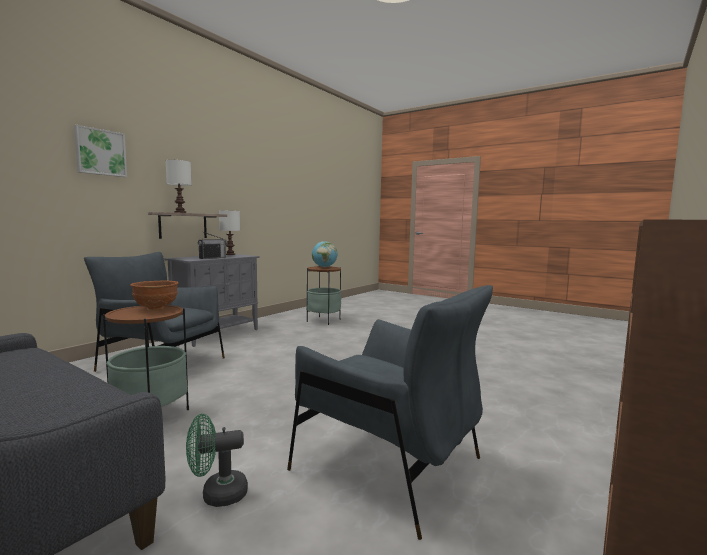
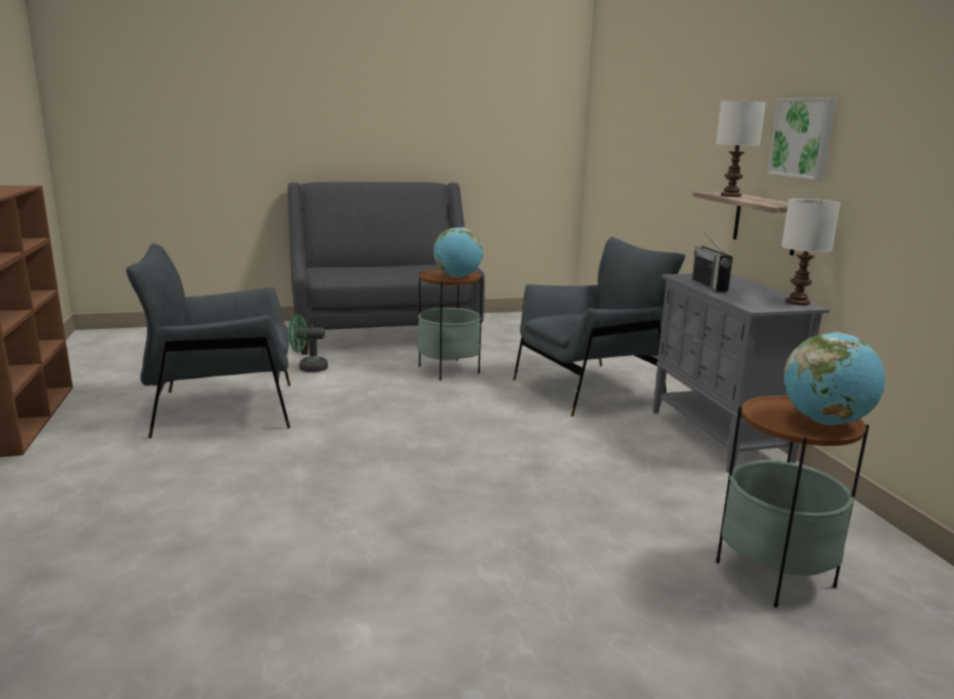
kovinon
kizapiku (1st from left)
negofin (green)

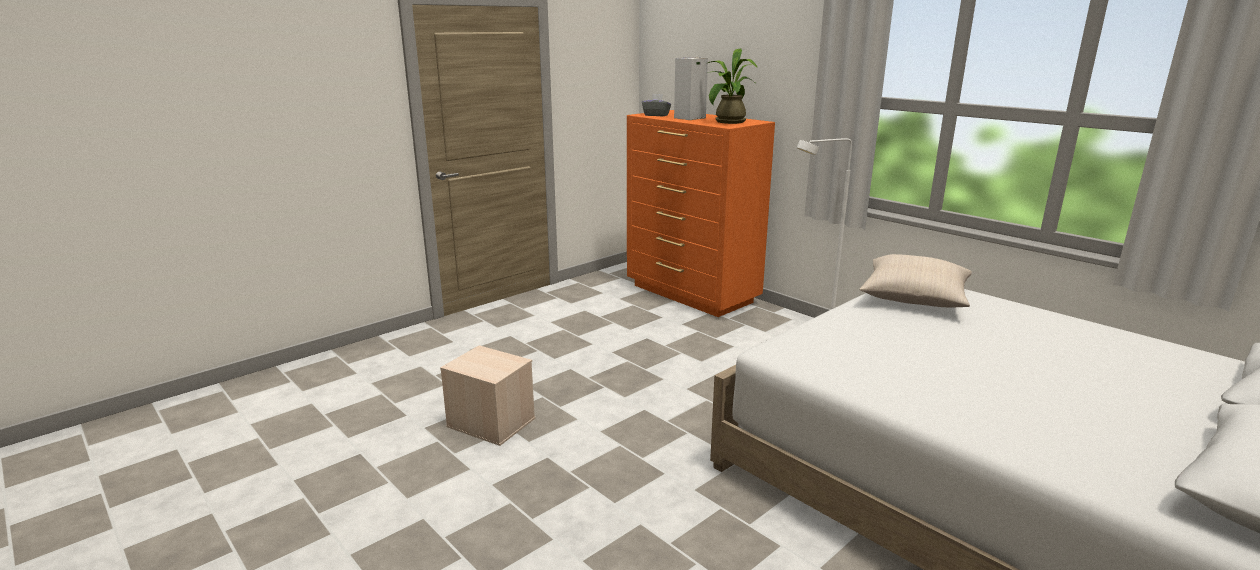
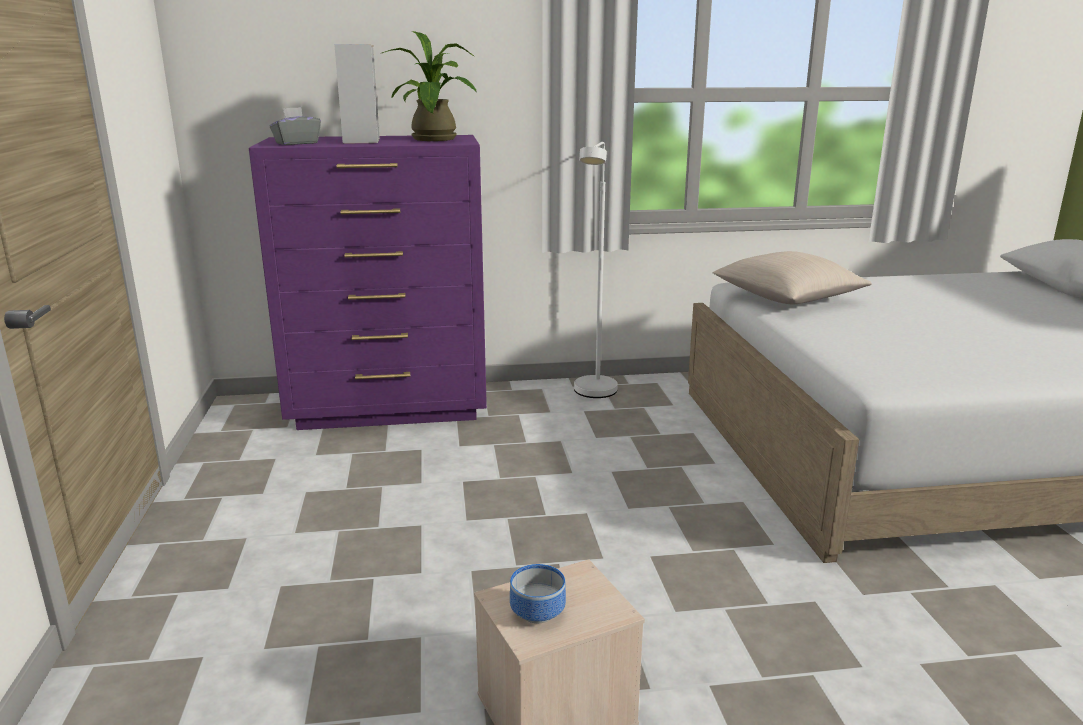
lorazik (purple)
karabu

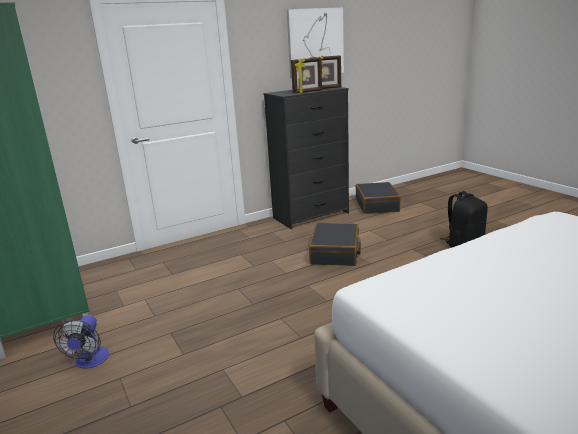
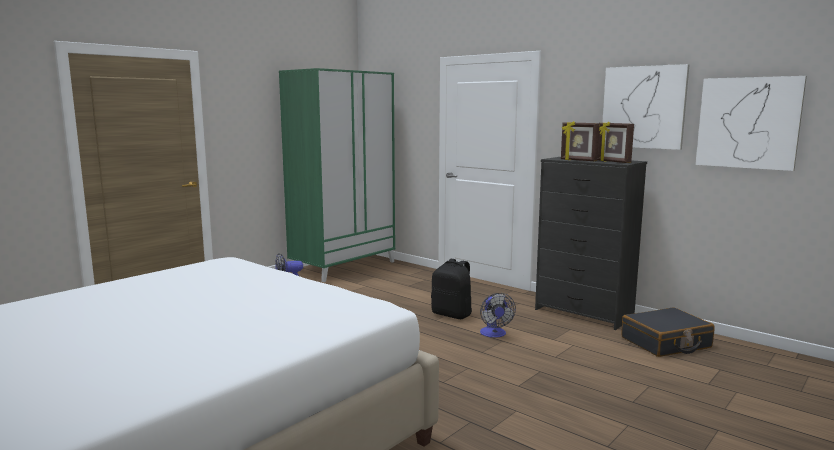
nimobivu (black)
negofin (2nd from left)
kovinon (2nd from left)

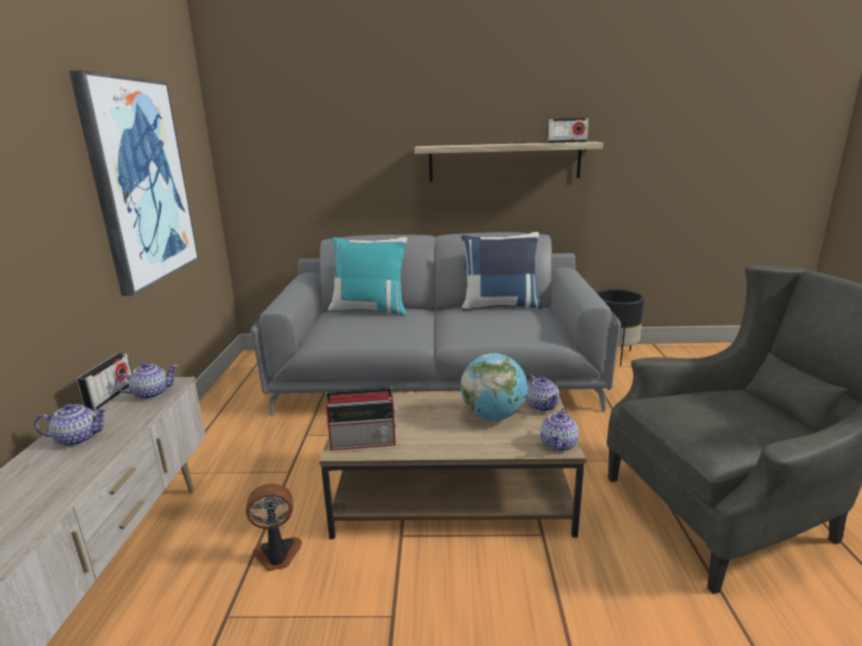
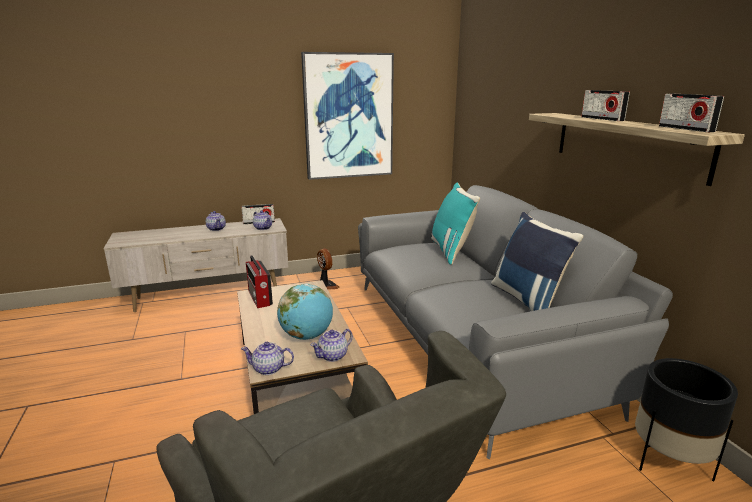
negofin
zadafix (3rd from left)

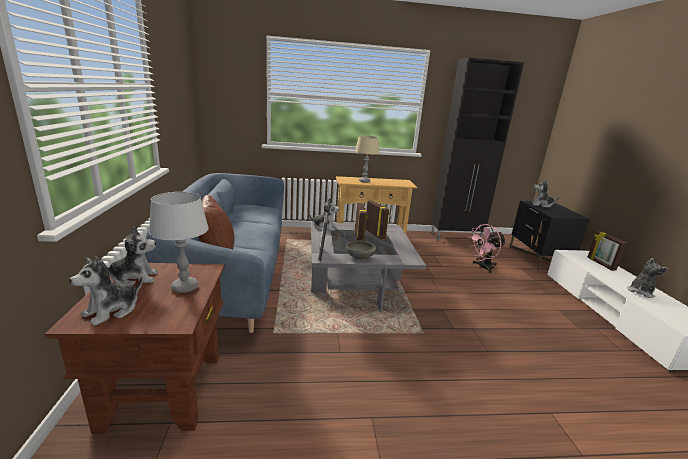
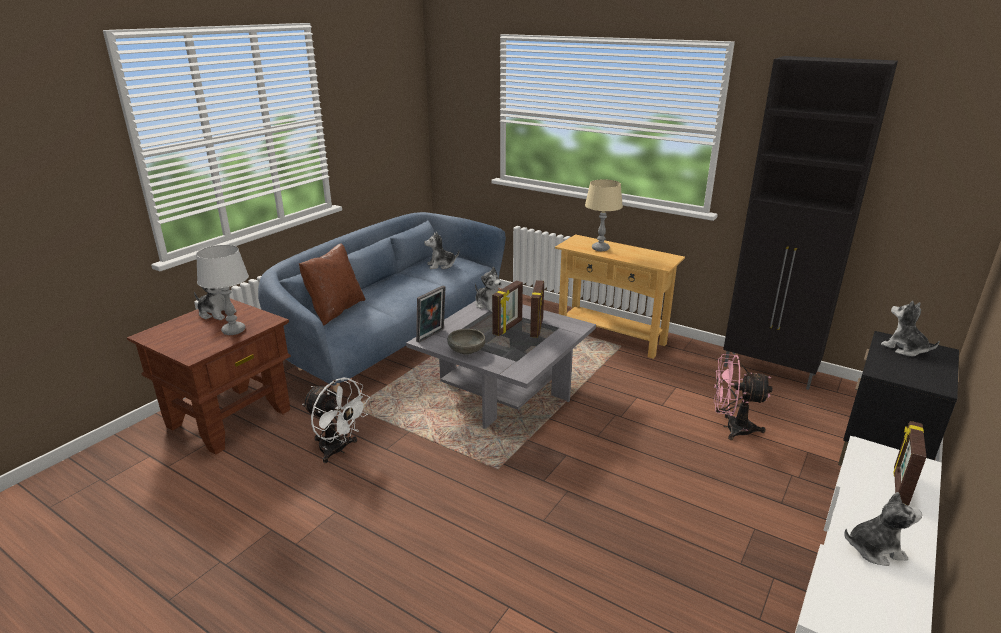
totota (2nd from left)
negofin (white)

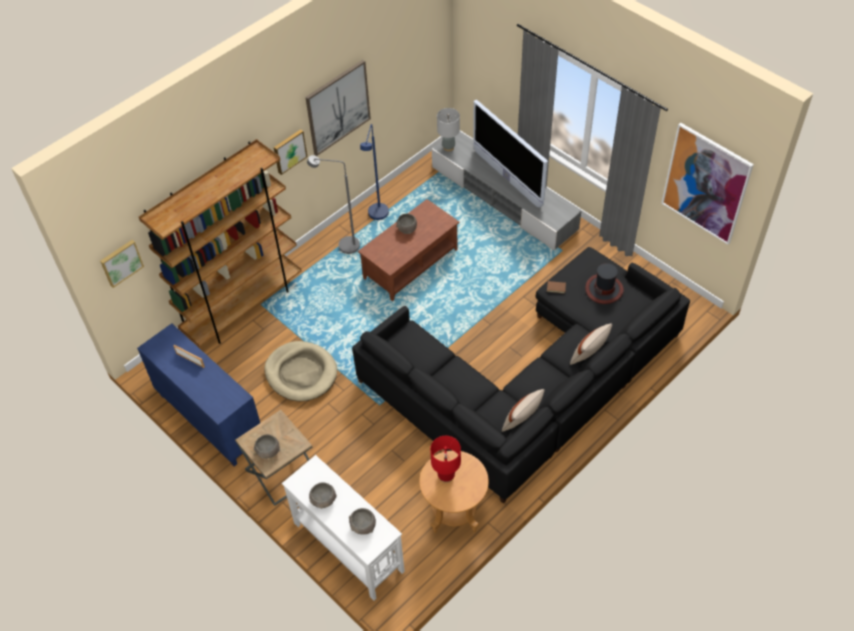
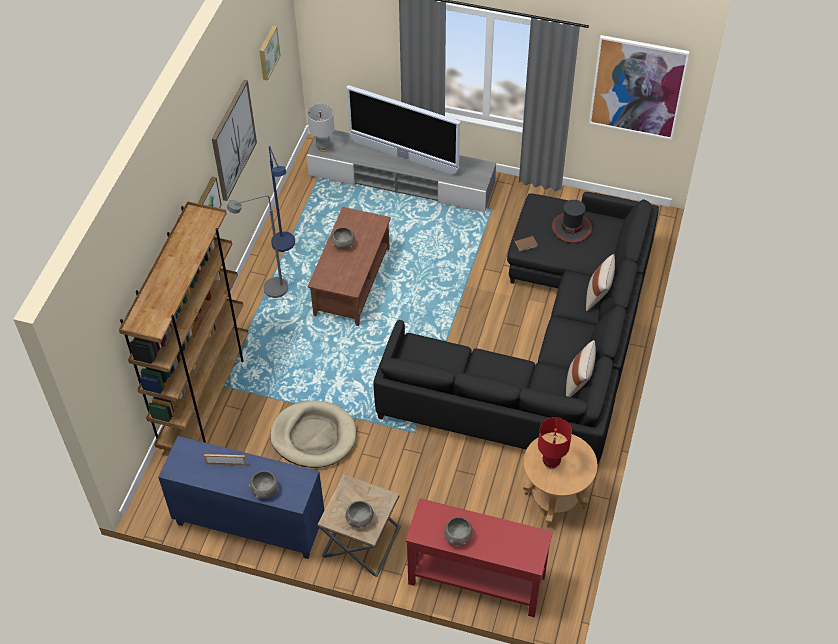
kovinon (3rd from left)
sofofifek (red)
karabu (grey) (1st from left)

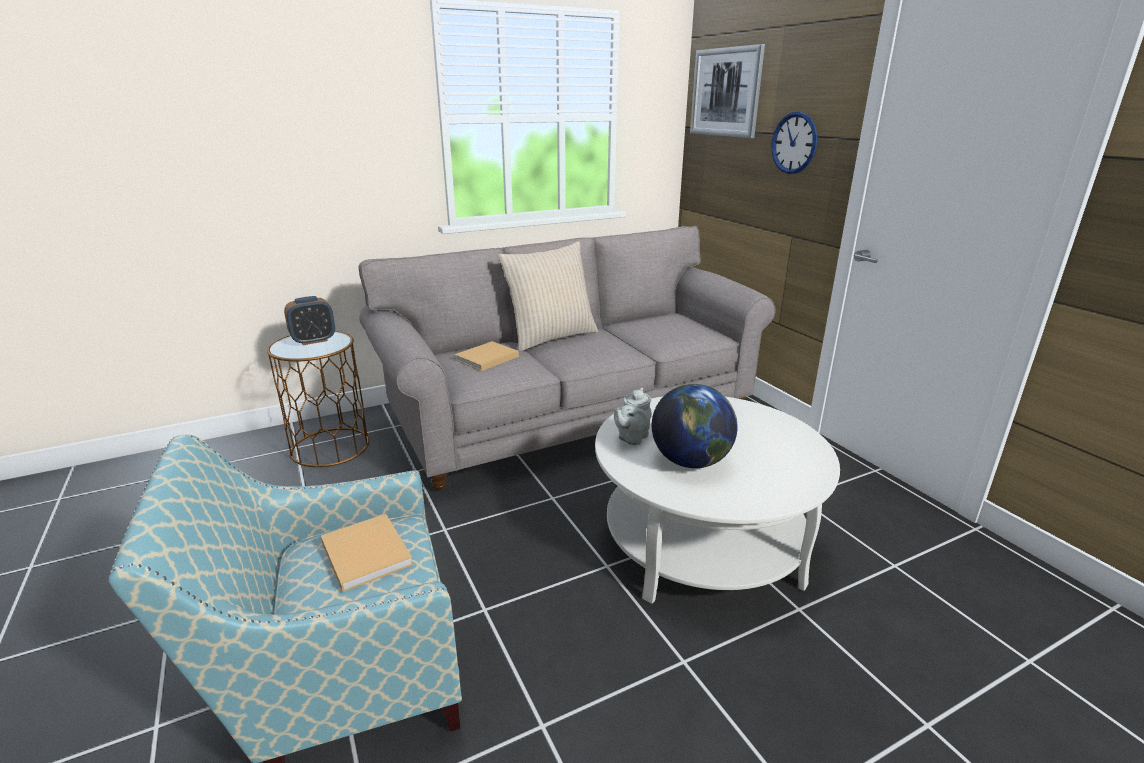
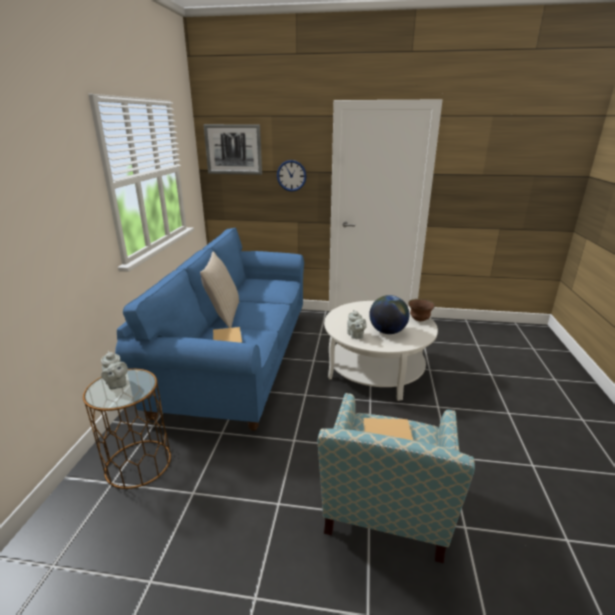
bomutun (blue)
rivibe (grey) (1st from left)
karabu (brown)

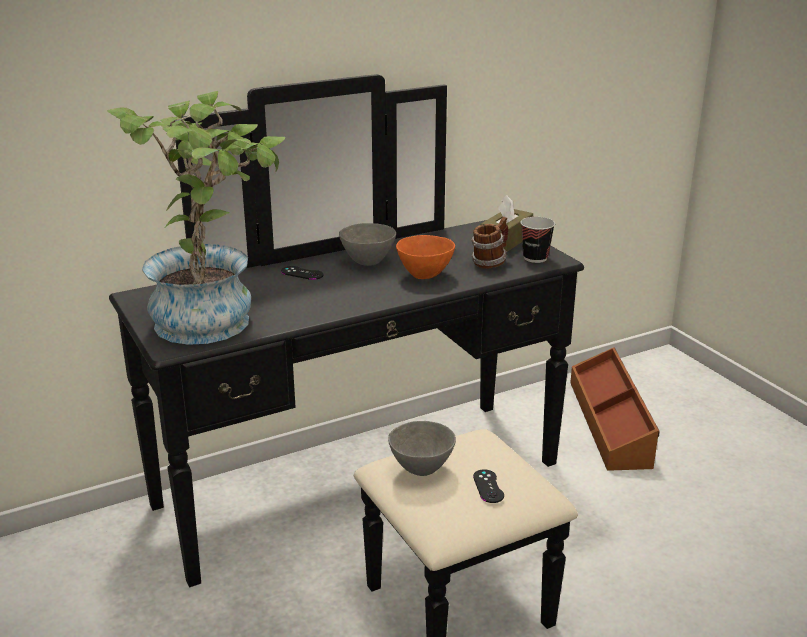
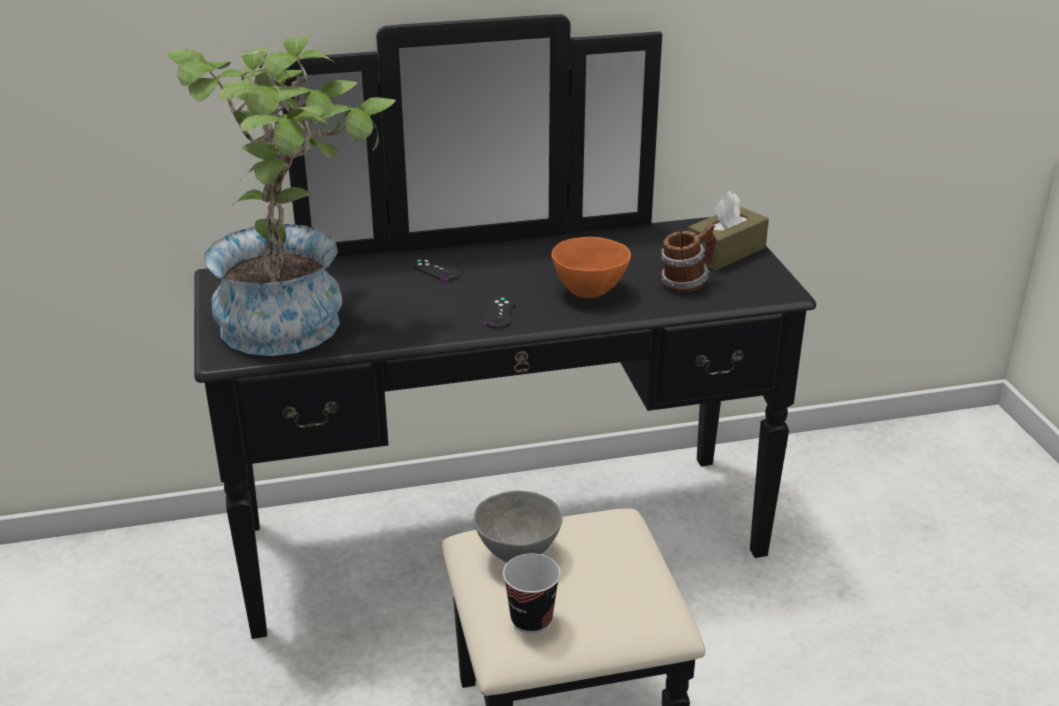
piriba
karabu (grey) (1st from left in the first image)
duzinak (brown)
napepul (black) (2nd from left)

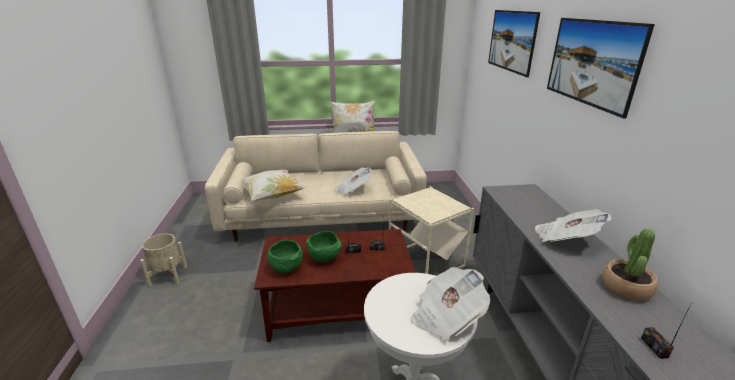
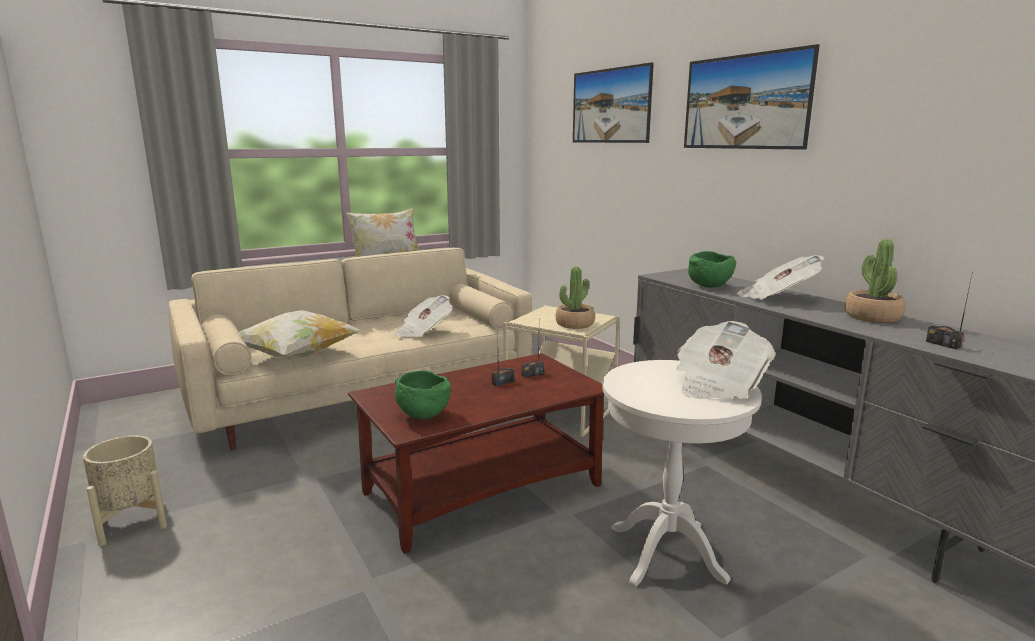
karabu (green) (2nd from left)
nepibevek (1st from left)

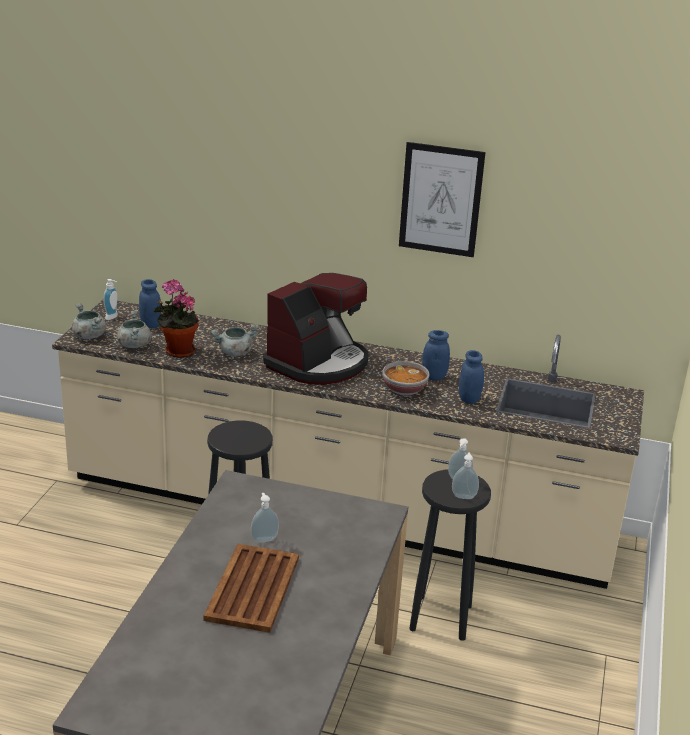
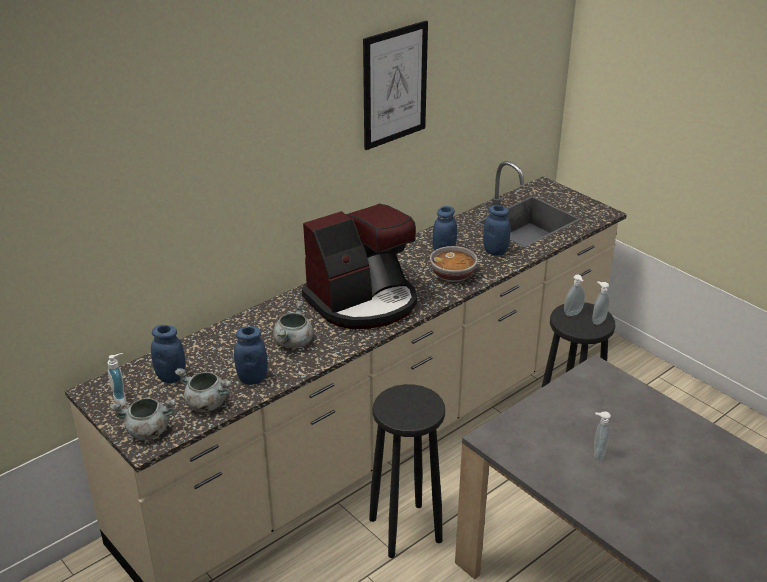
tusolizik
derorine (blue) (2nd from left)
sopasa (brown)

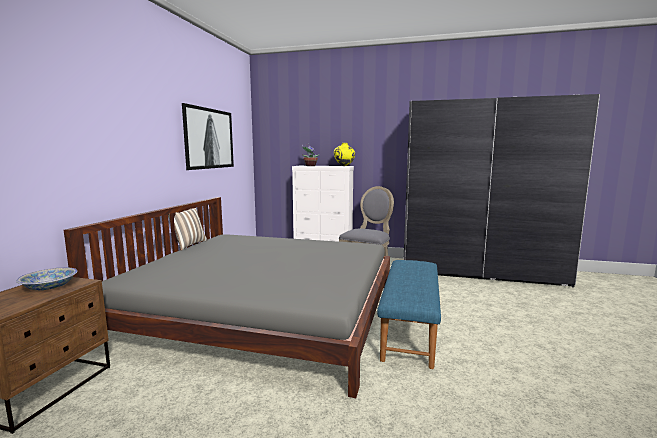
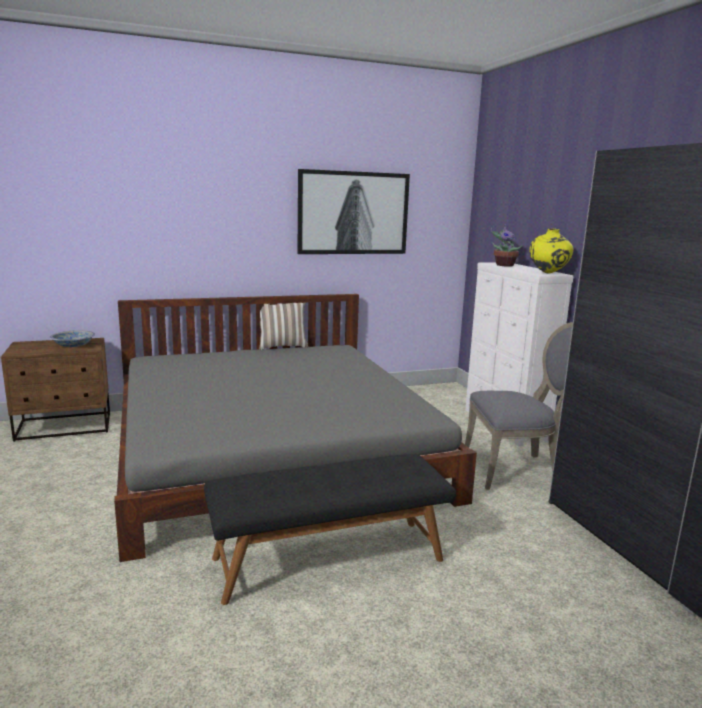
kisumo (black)

